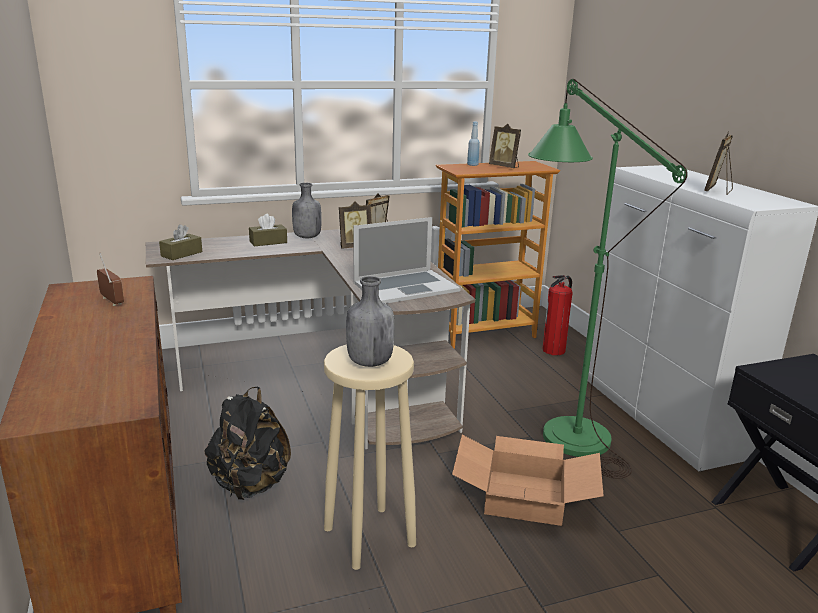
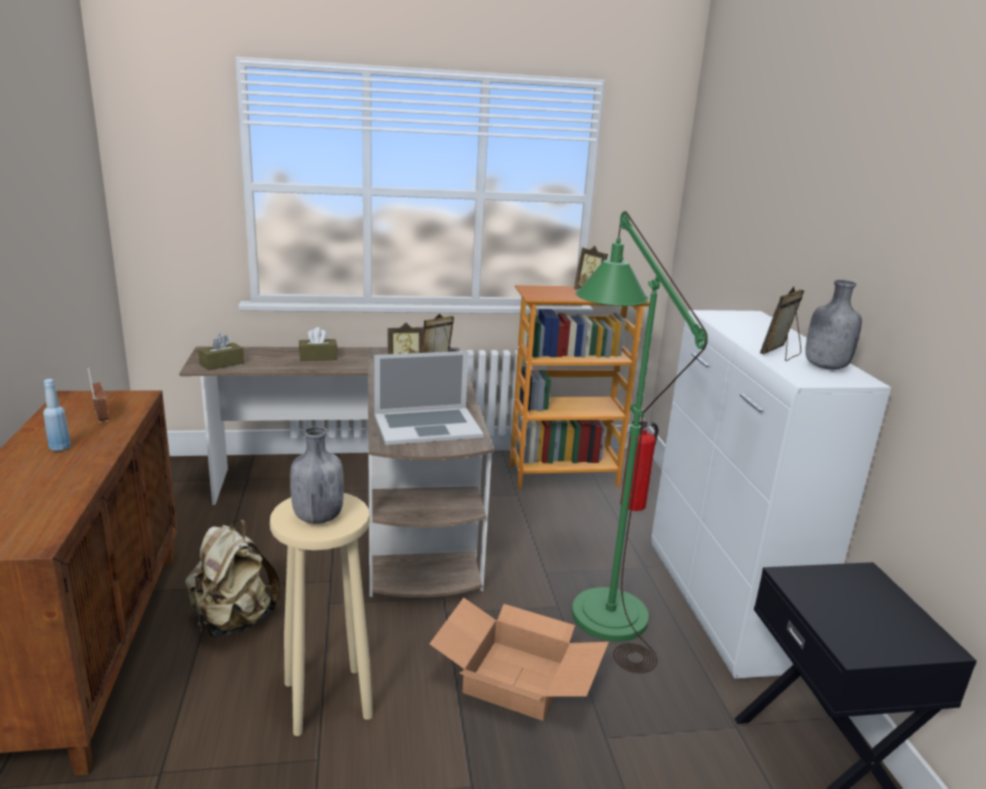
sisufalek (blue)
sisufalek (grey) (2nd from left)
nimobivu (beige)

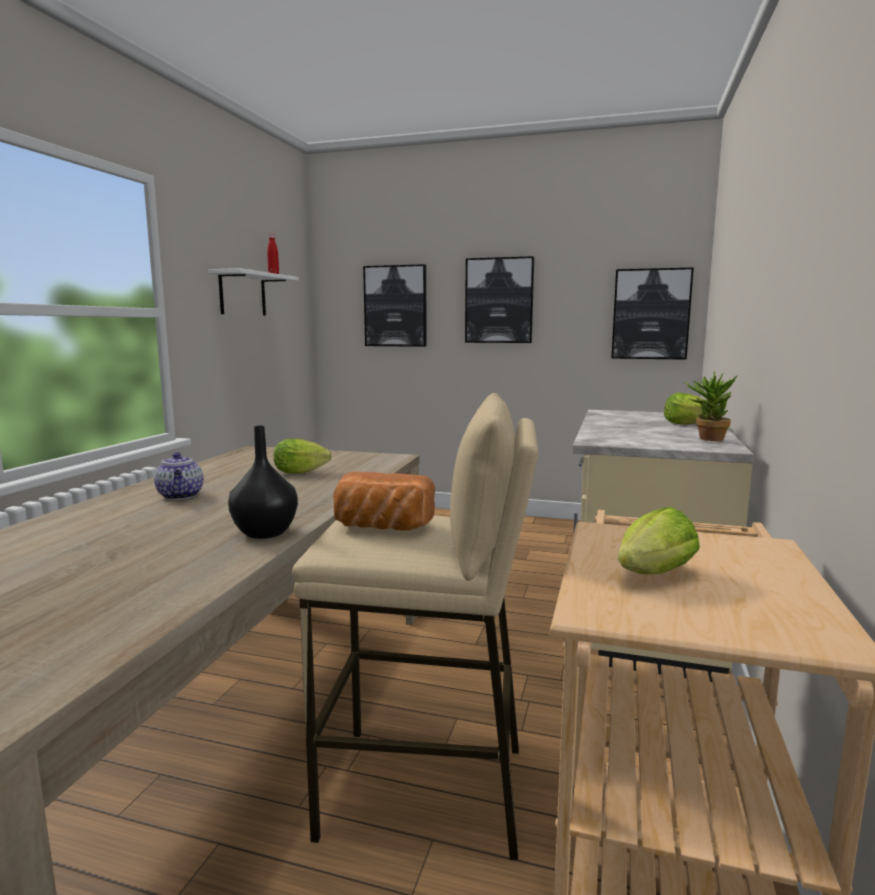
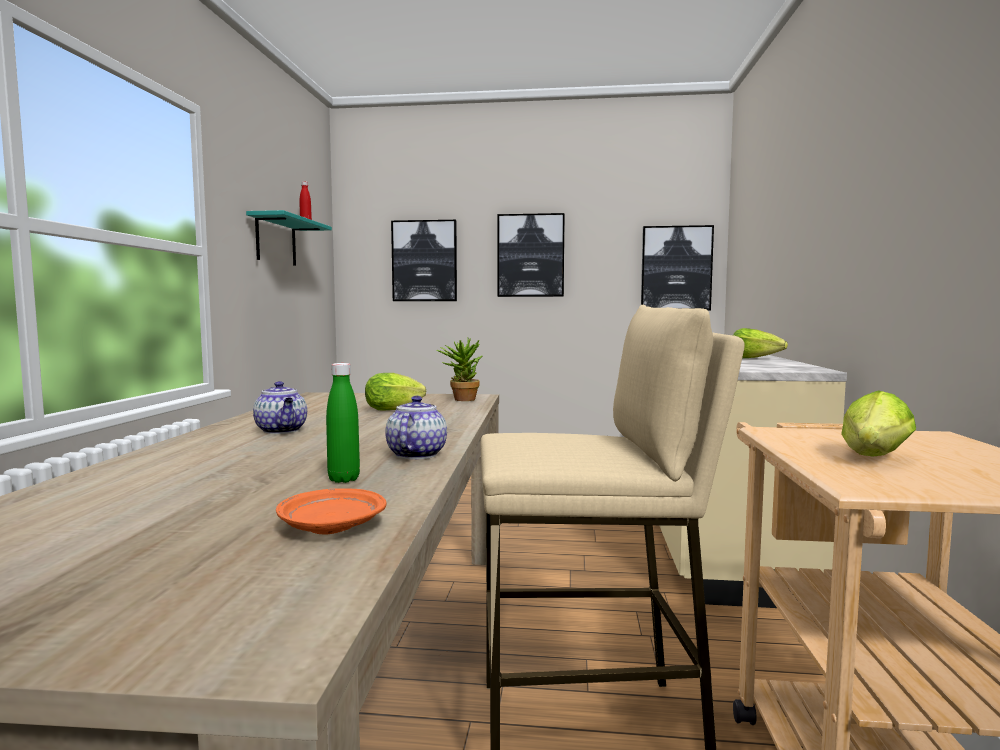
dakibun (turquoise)
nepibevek
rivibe (2nd from left)
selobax
sisufalek (green)
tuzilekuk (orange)

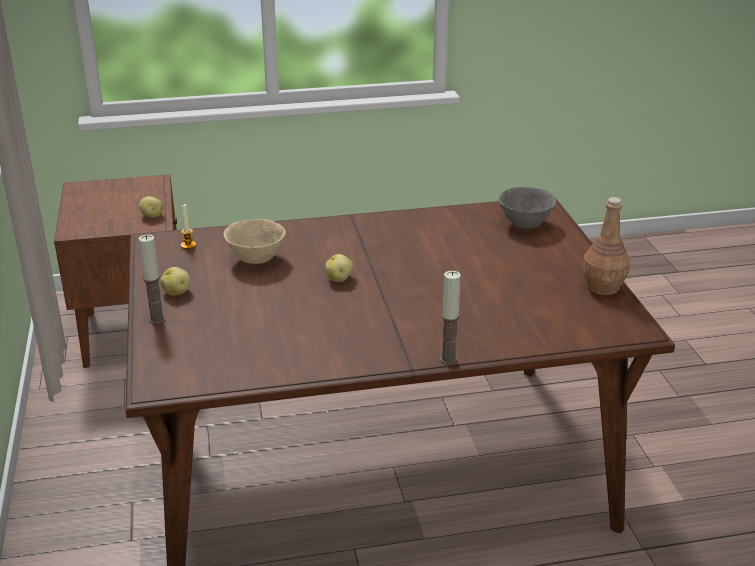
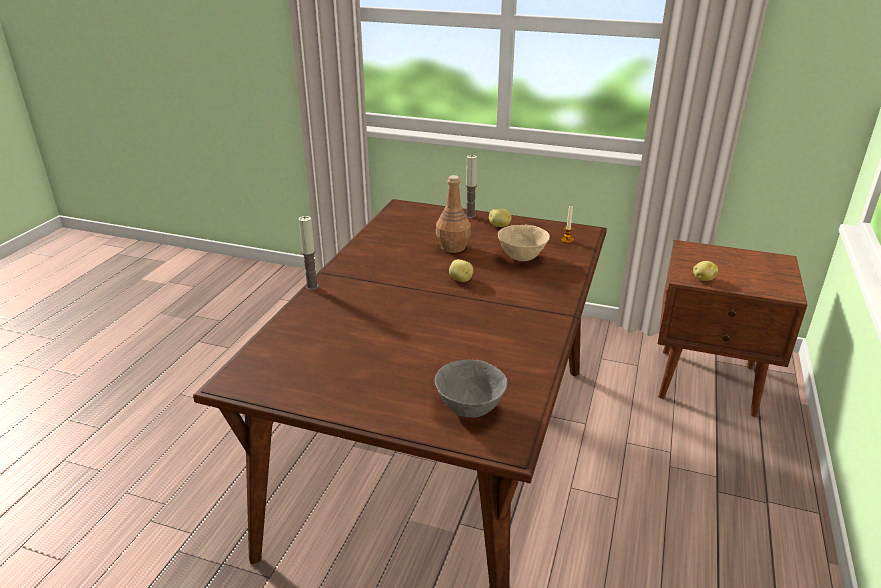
sisufalek (brown)

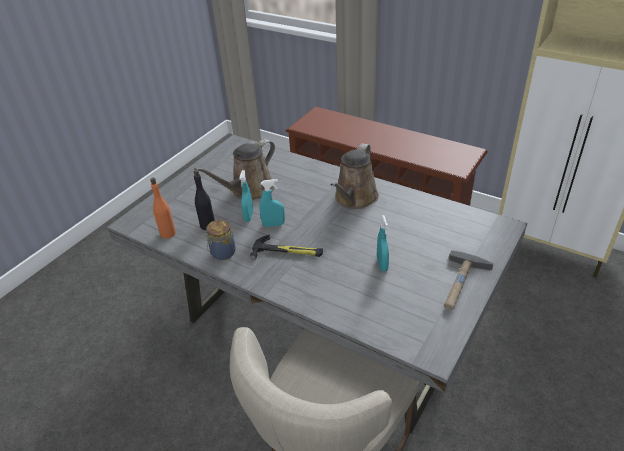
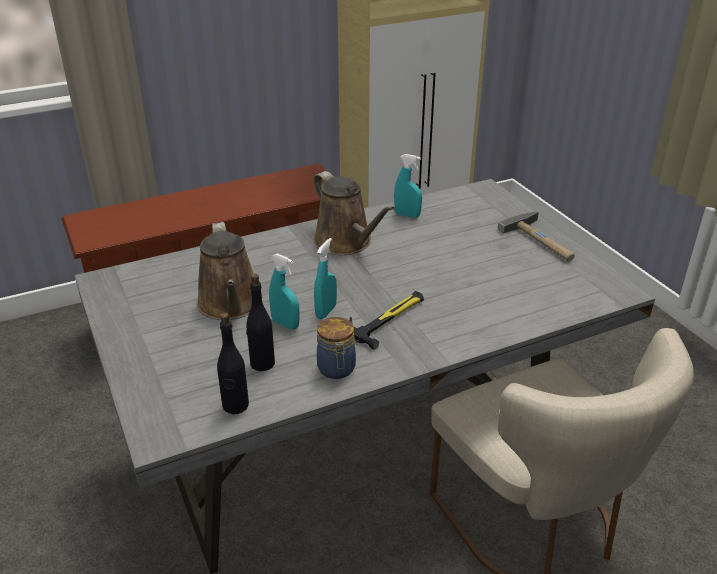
sisufalek (black) (1st from left)
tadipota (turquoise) (3rd from left)

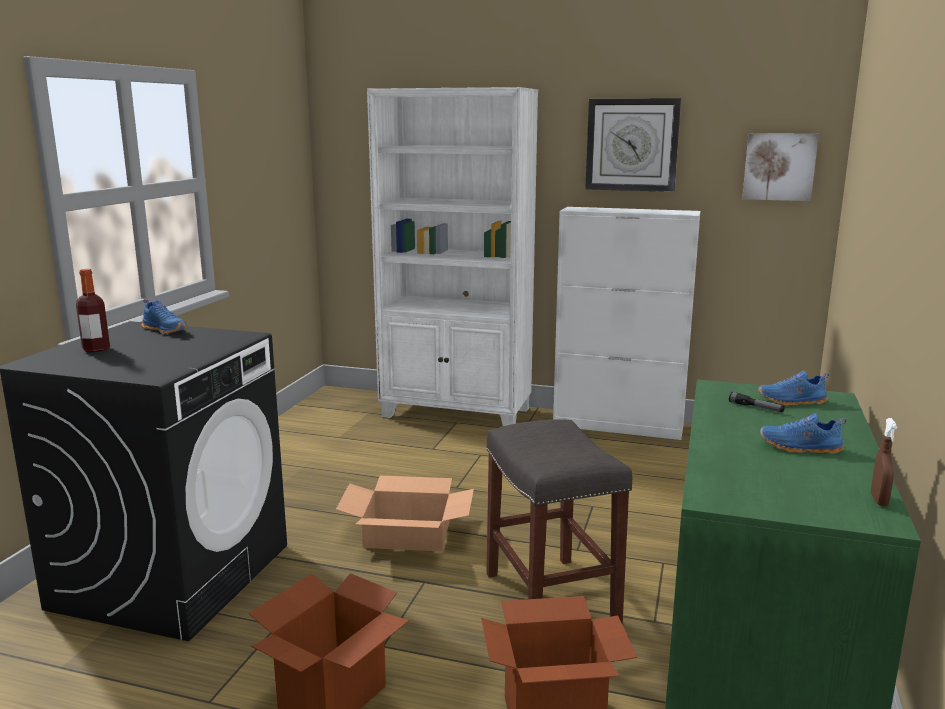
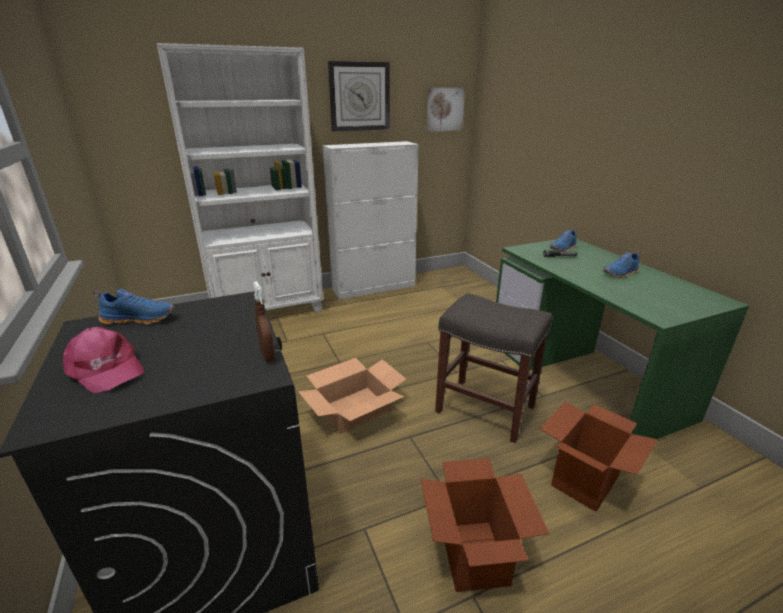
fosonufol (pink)
tadipota (brown)

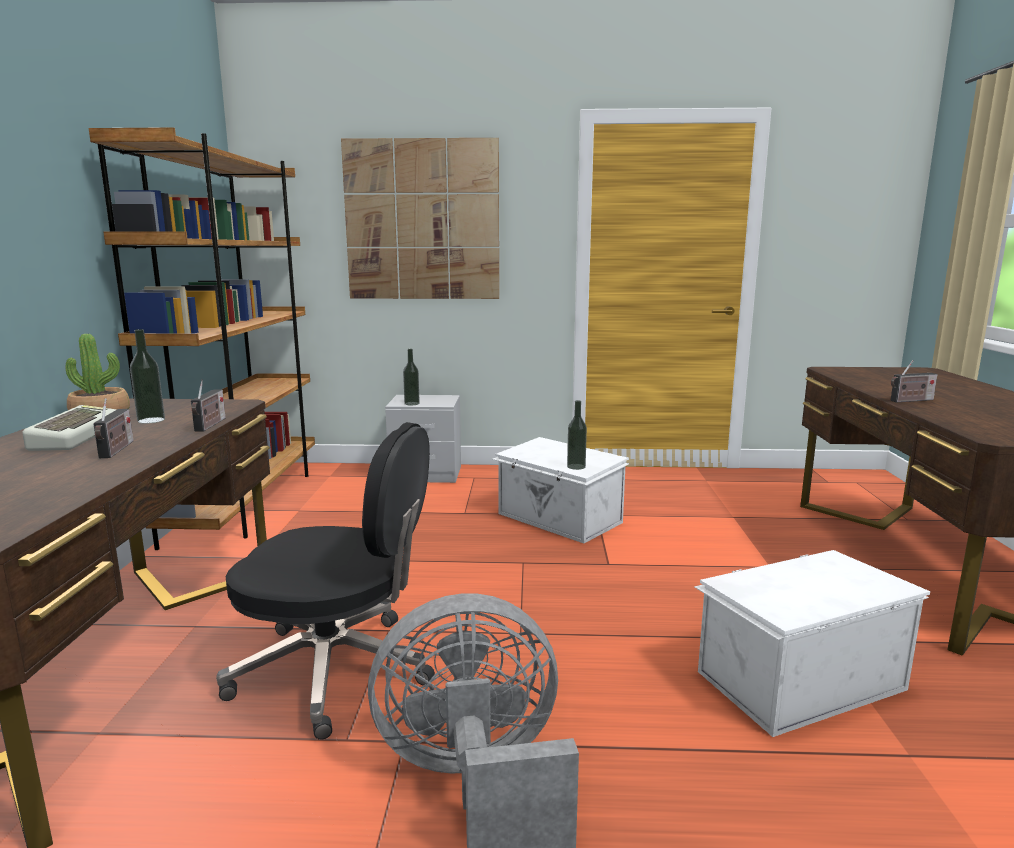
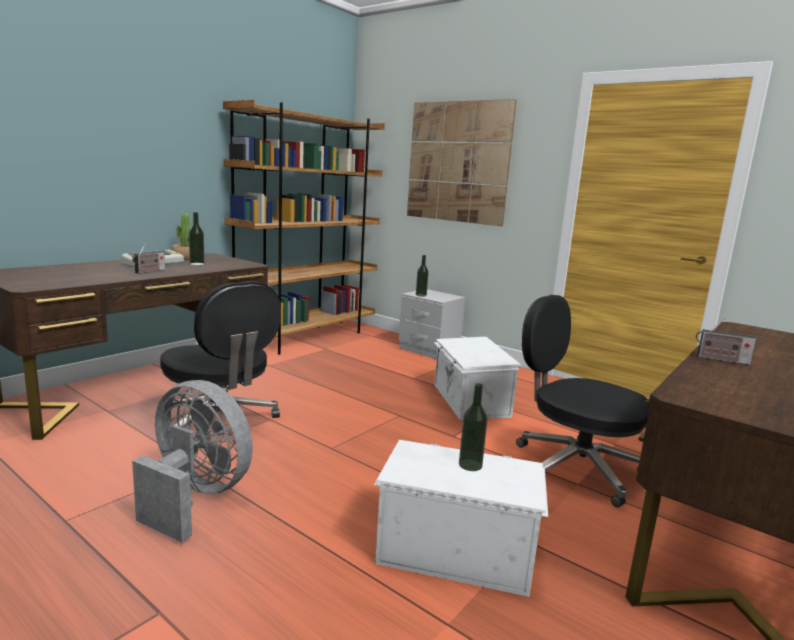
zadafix (2nd from left in the first image)
sisufalek (3rd from left)
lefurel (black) (2nd from left)

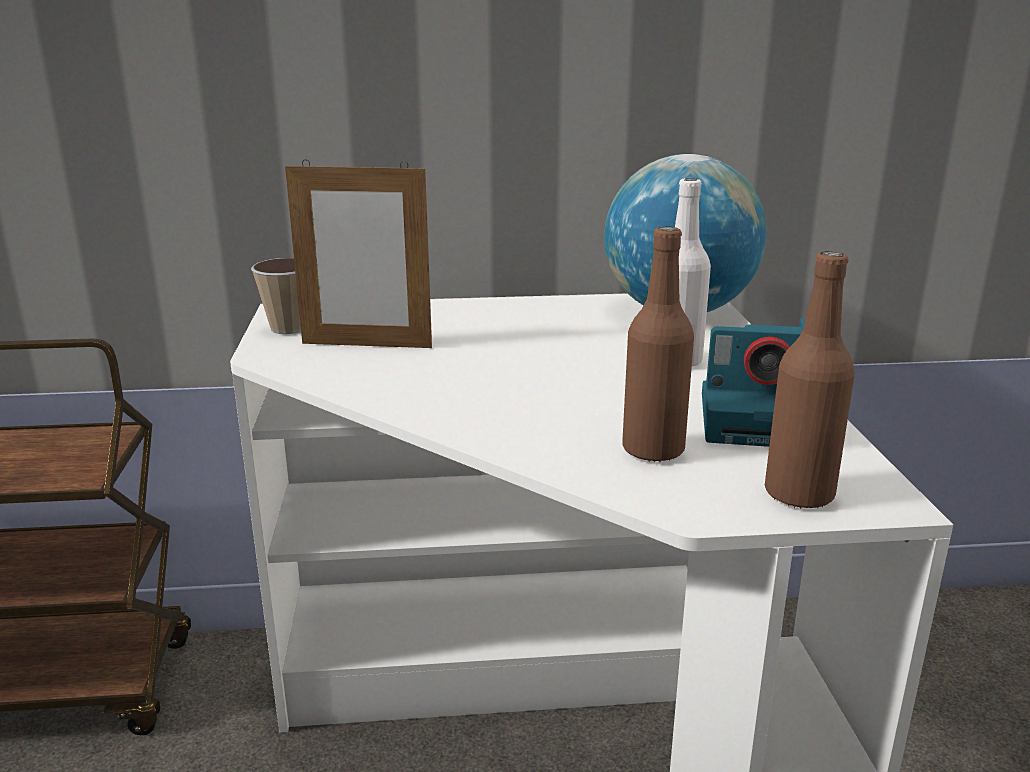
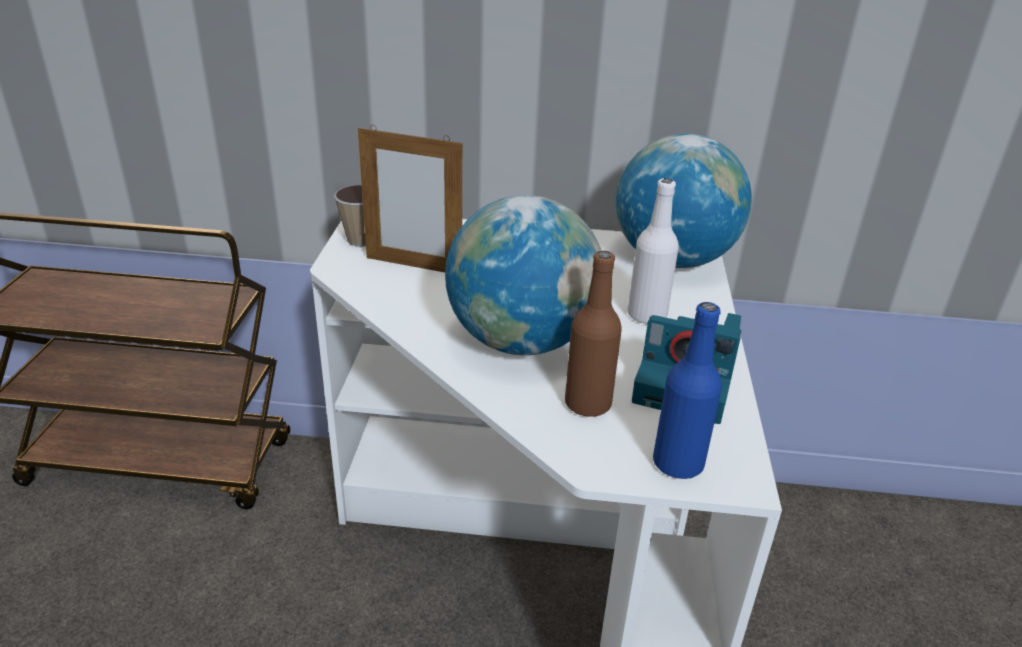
sisufalek (blue)
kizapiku (1st from left)

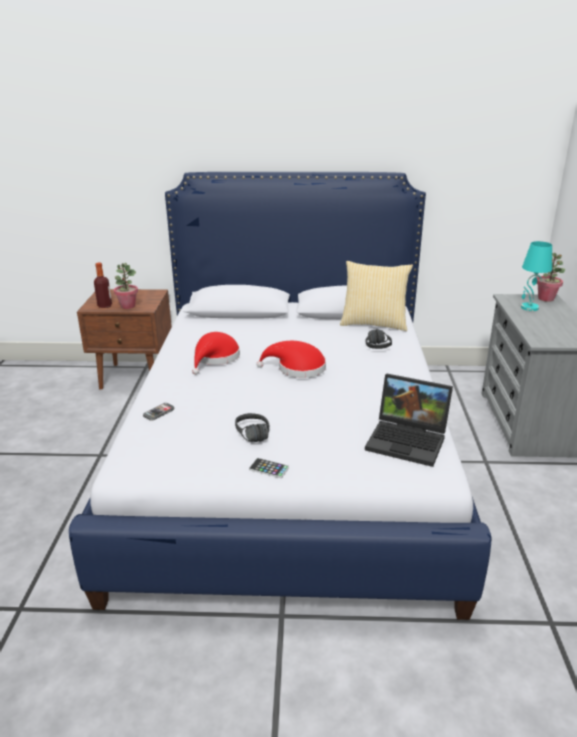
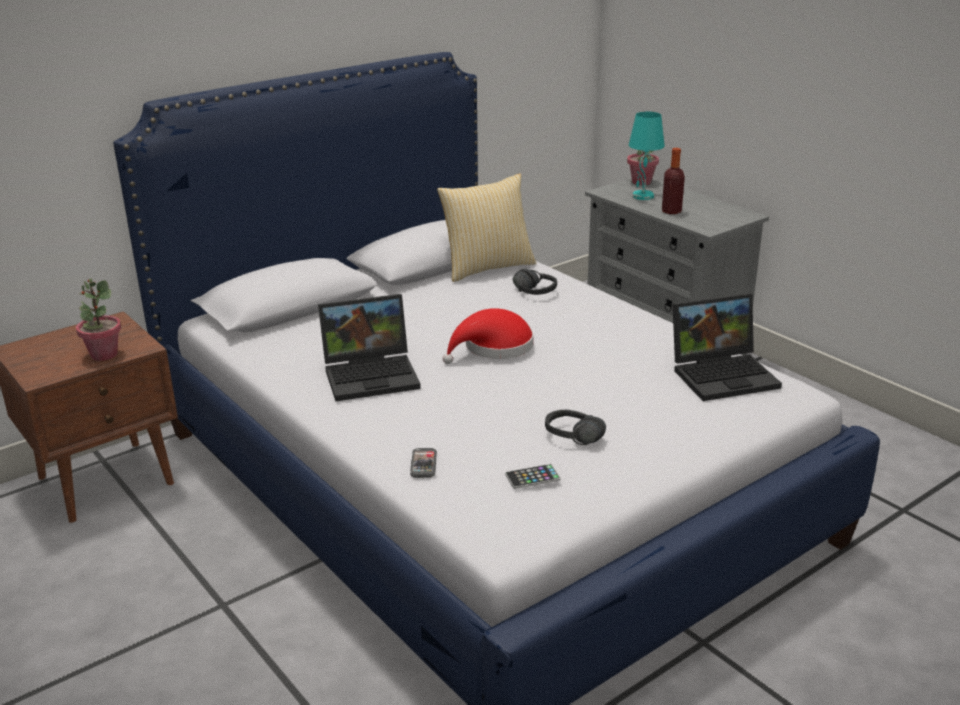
sisufalek
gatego (1st from left)
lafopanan (2nd from left)

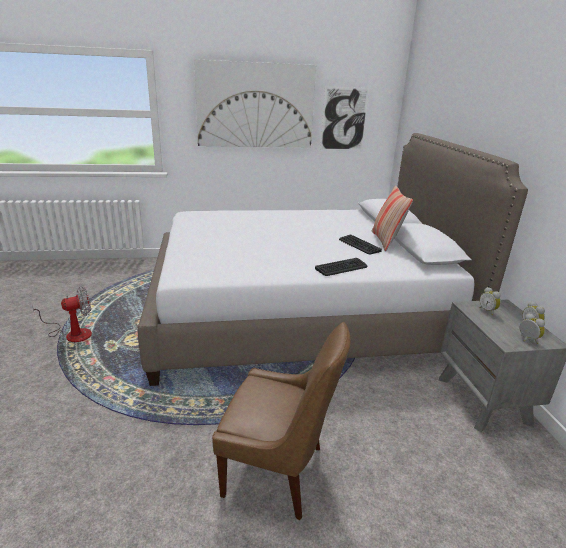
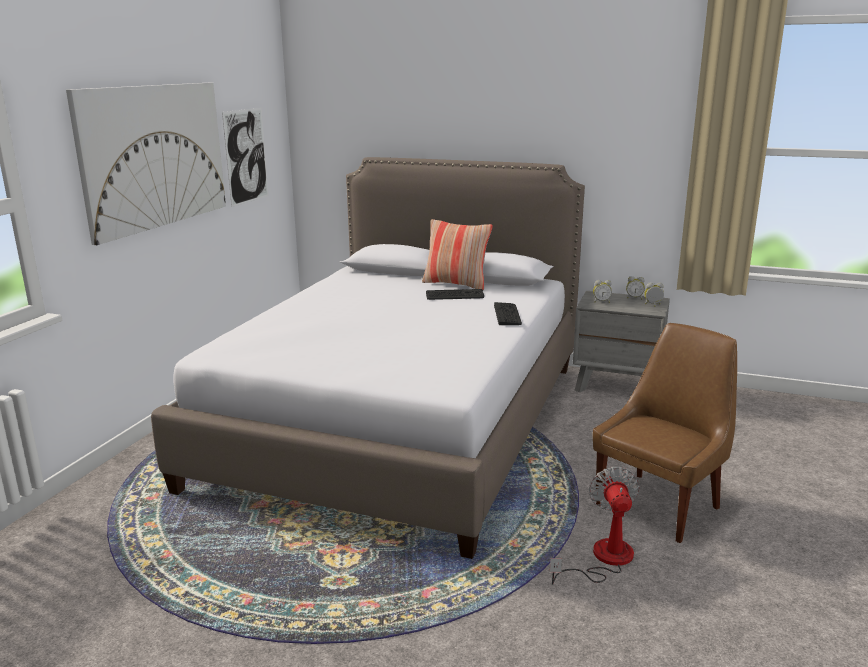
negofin

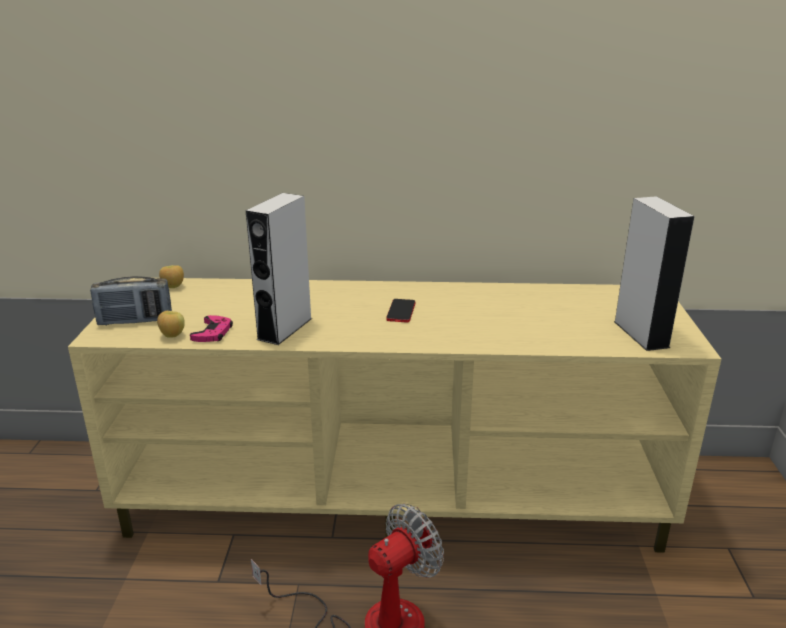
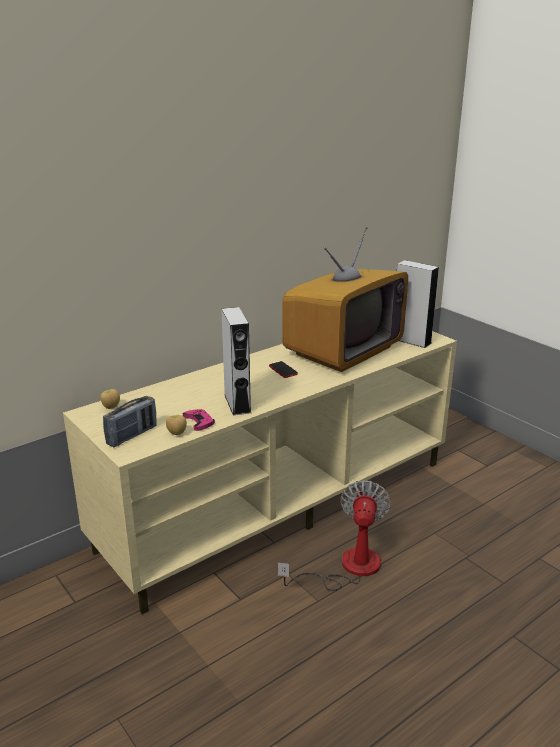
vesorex

